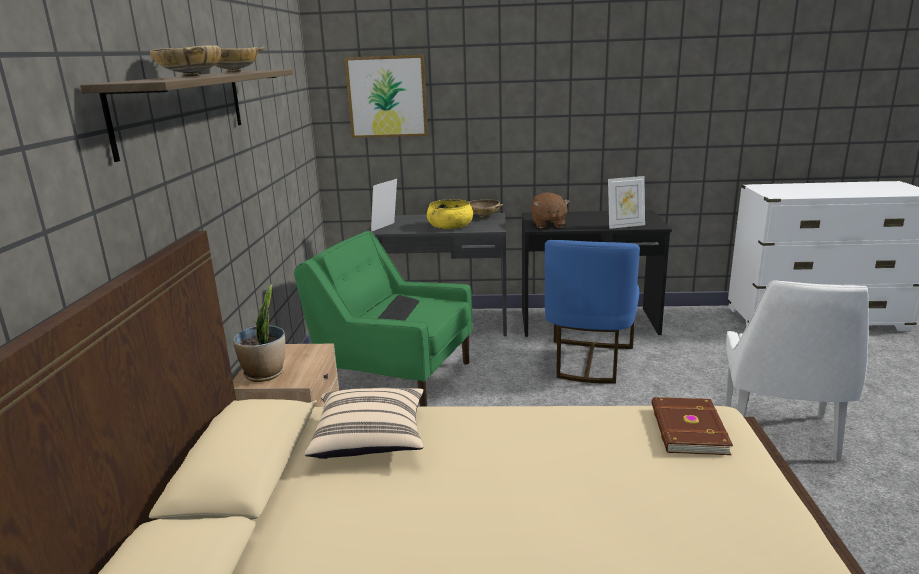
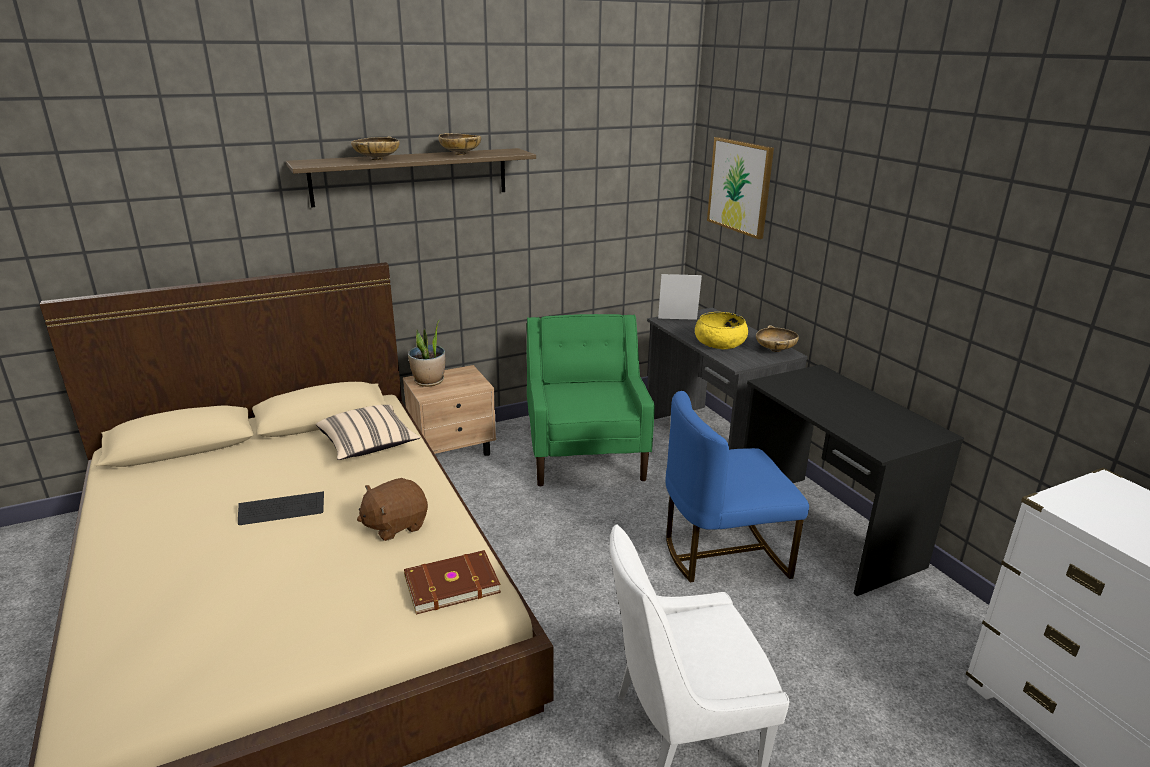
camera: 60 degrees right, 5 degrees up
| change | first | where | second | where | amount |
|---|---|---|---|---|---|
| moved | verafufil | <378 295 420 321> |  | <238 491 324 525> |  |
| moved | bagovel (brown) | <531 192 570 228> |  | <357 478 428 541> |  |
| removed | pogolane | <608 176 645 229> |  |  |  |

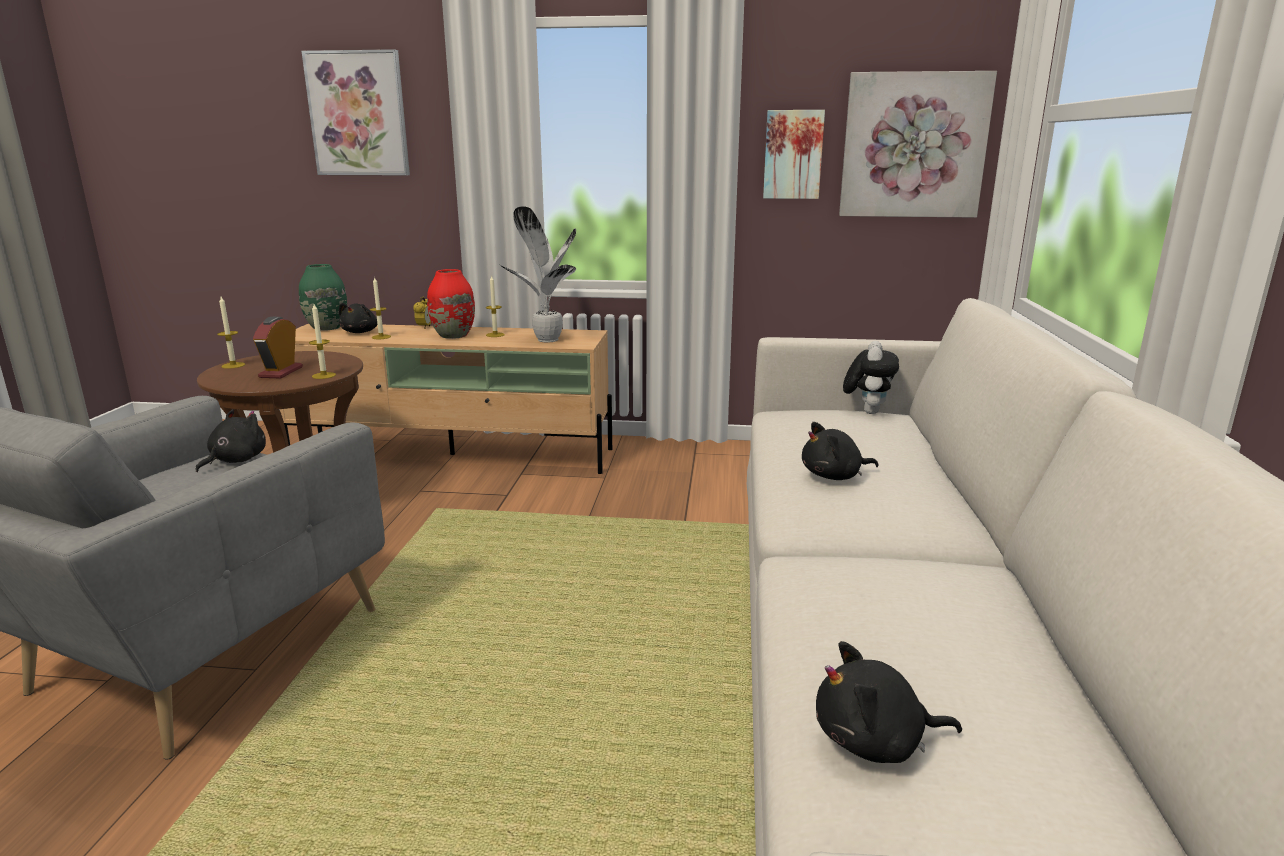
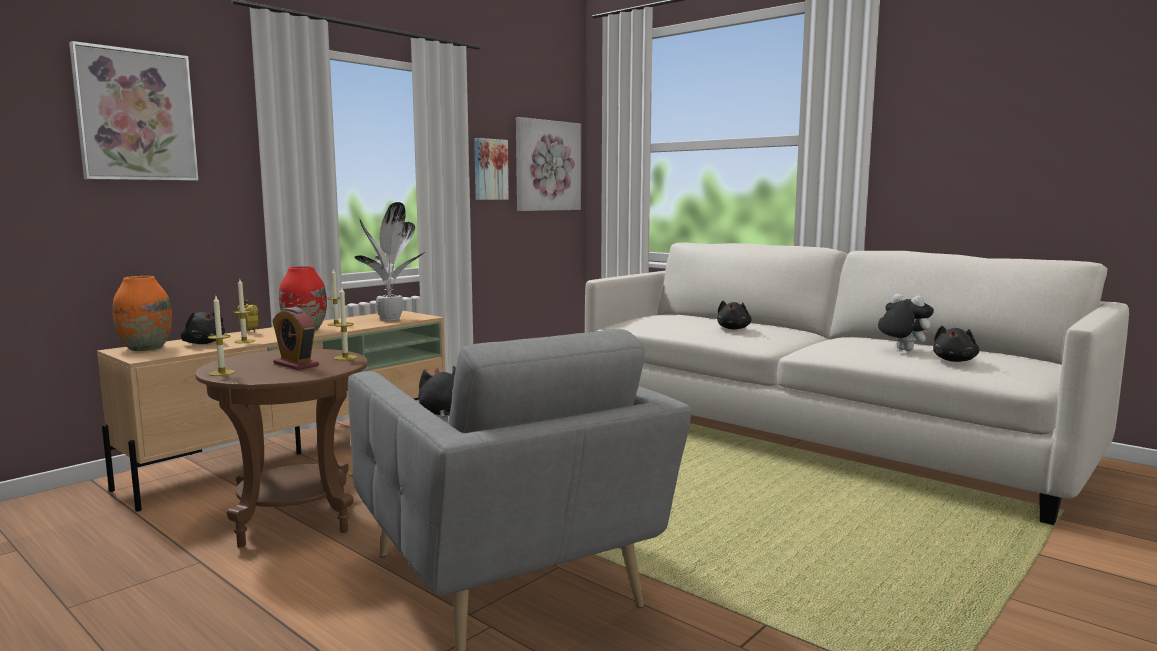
camera: 55 degrees left, 10 degrees down
| change | first | where | second | where | amount |
|---|---|---|---|---|---|
| recoloured | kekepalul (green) | <299 264 347 331> | kekepalul (orange) | <113 276 172 351> |  |
| moved | bagovel | <843 341 899 414> |  | <878 294 934 351> |  |

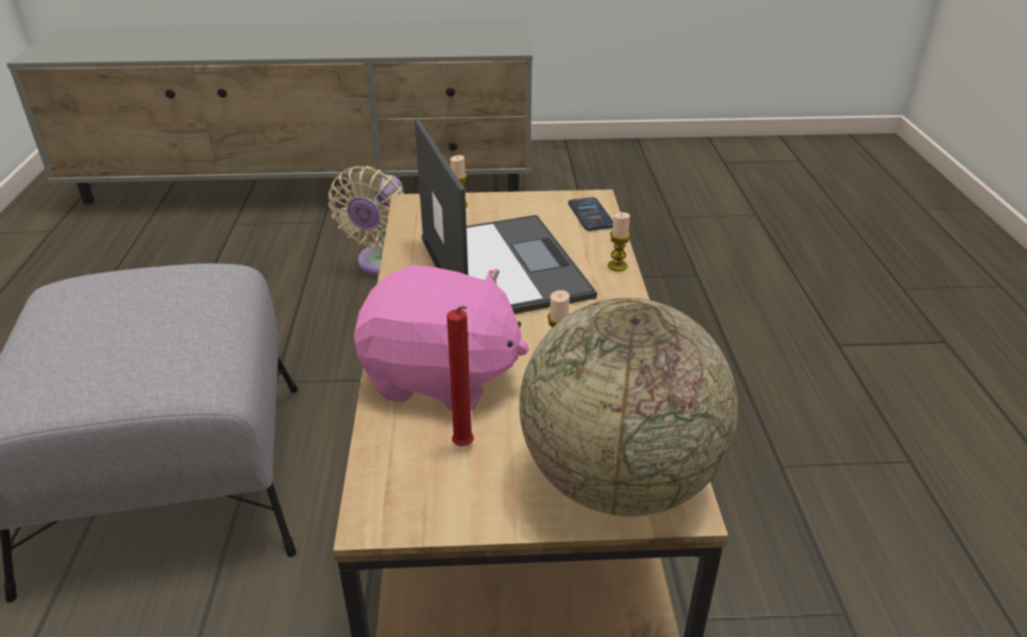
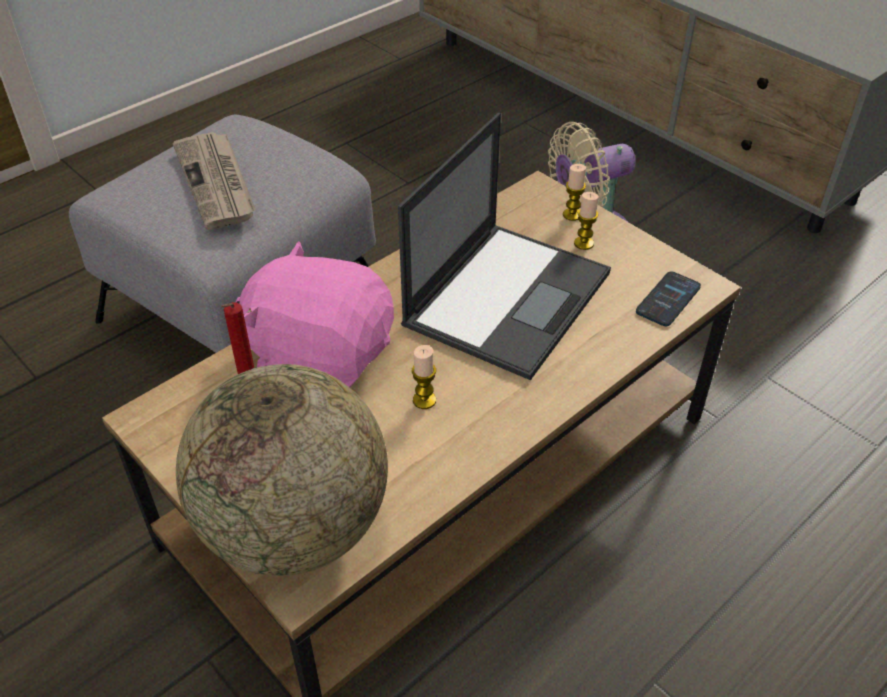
camera: 50 degrees right, 10 degrees up
| change | first | where | second | where | amount |
|---|---|---|---|---|---|
| turned | bagovel (pink) | <354 265 529 411> |  | <236 241 394 387> | 135 degrees clockwise |
| moved | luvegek | <608 212 630 271> |  | <574 192 599 250> |  |
| added |  |  | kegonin | <173 132 256 230> |  |

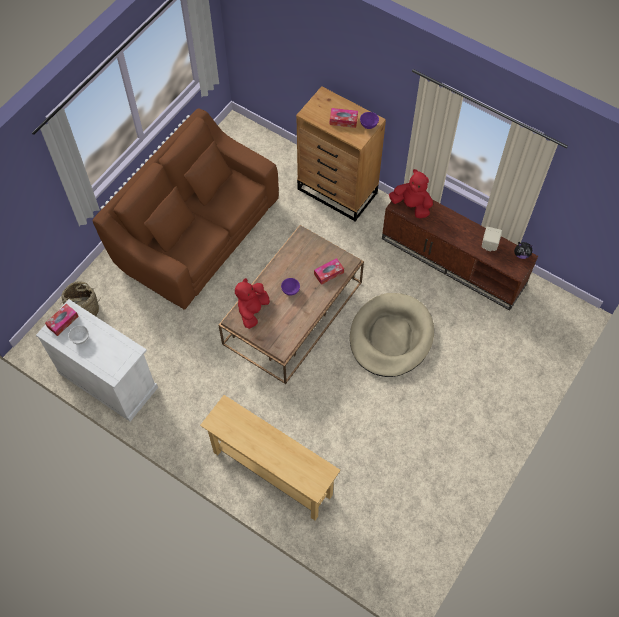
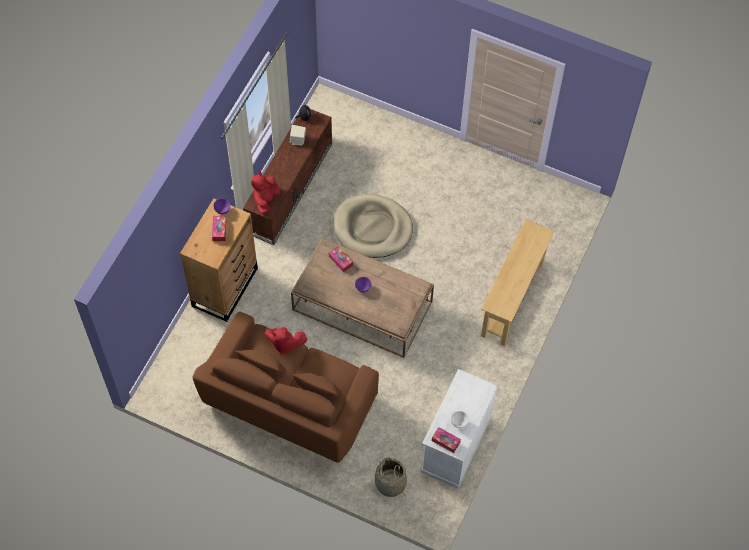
camera: 100 degrees left, 0 degrees up
| change | first | where | second | where | amount |
|---|---|---|---|---|---|
| moved | bagovel (red) | <235 278 270 329> |  | <265 327 307 355> |  |

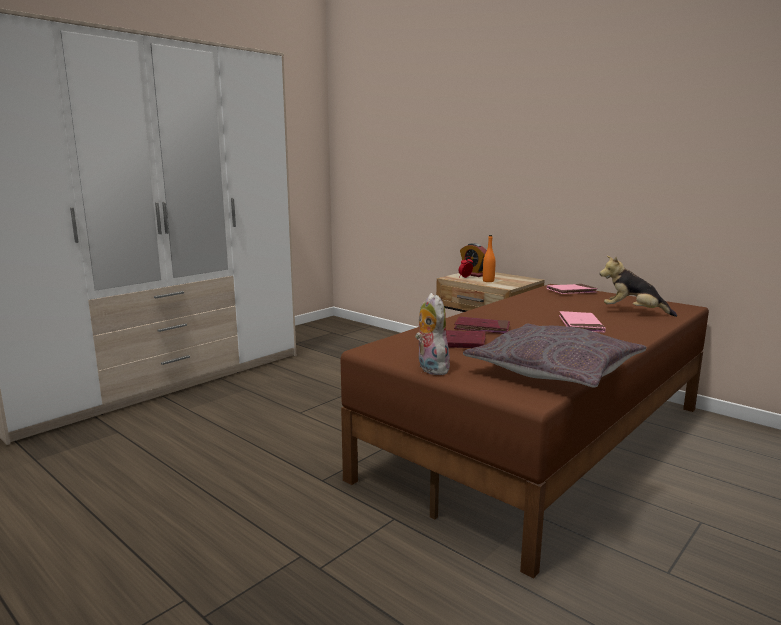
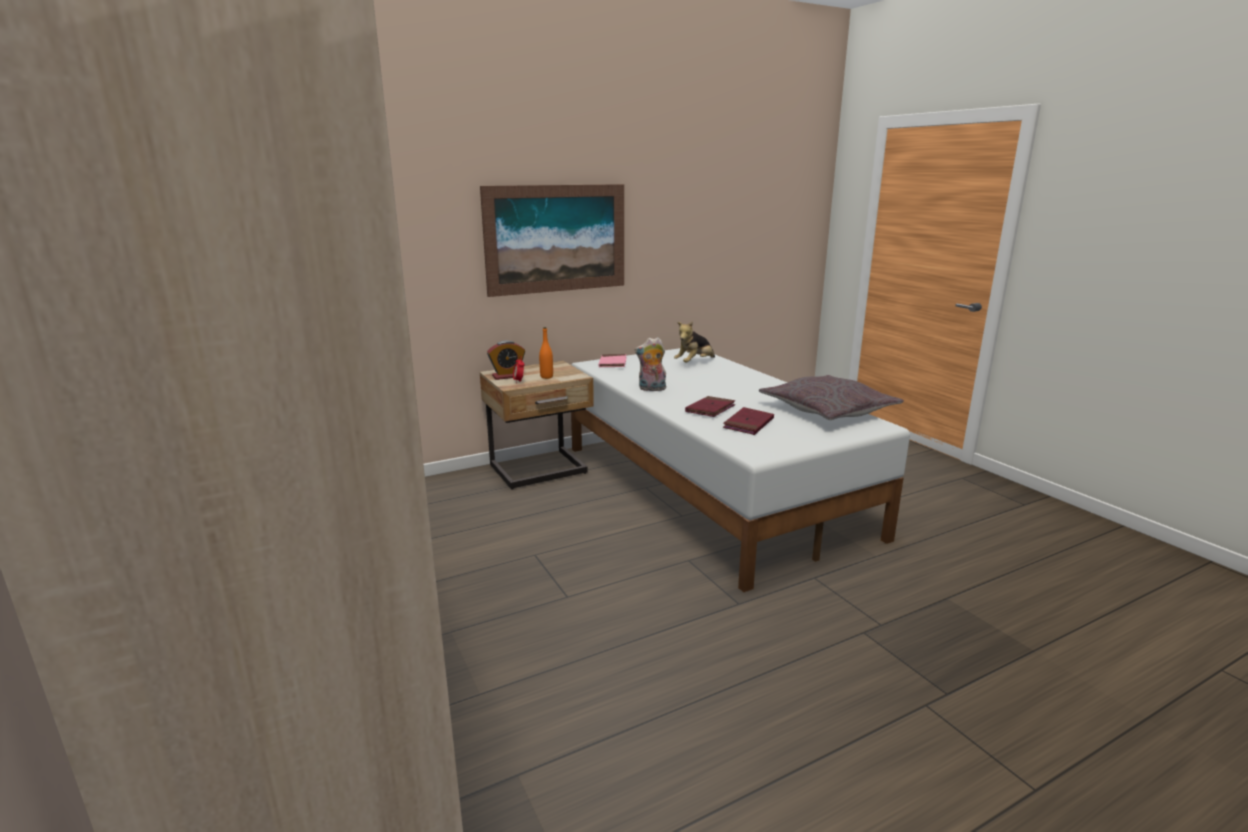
camera: 70 degrees left, 5 degrees up
| change | first | where | second | where | amount |
|---|---|---|---|---|---|
| recoloured | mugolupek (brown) | <341 284 709 579> | mugolupek (white) | <571 348 910 592> |  |
| moved | bagovel | <415 293 450 375> |  | <635 337 666 391> |  |
| removed | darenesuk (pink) | <559 311 606 333> |  |  |  |
| added |  |  | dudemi | <480 184 624 297> |  |

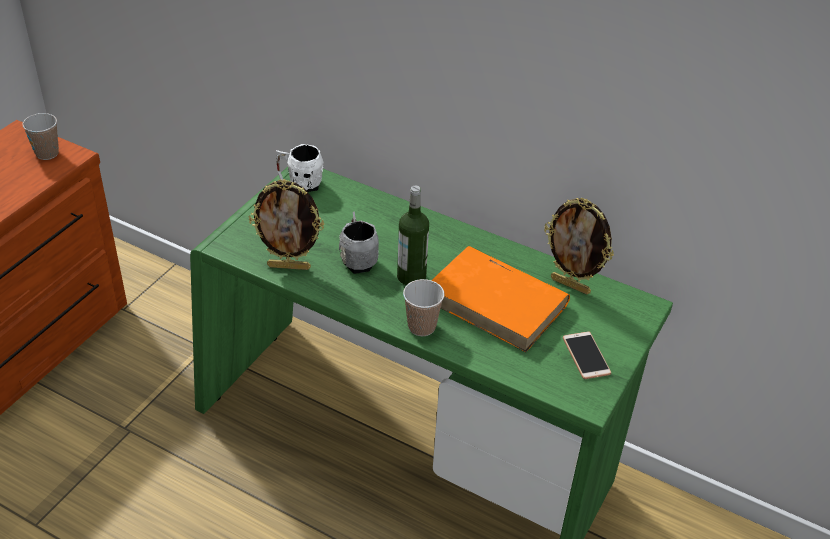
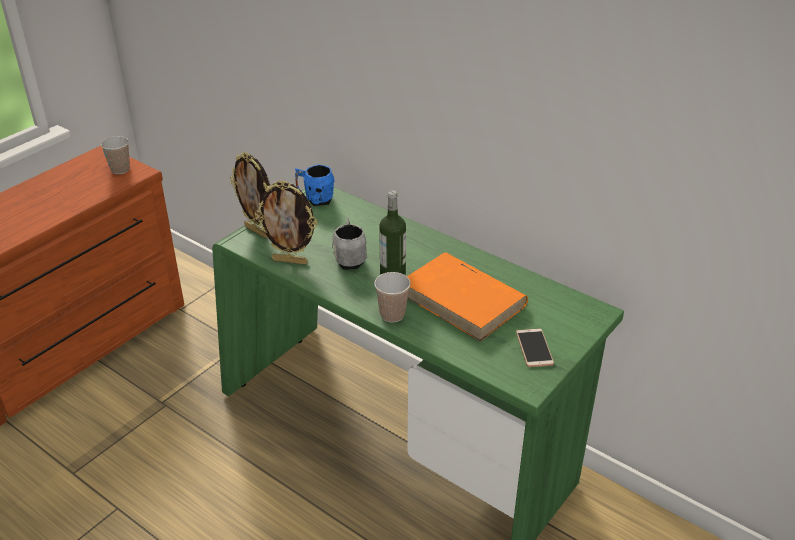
camera: 10 degrees right, 5 degrees down
| change | first | where | second | where | amount |
|---|---|---|---|---|---|
| recoloured | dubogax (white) | <276 144 324 192> | dubogax (blue) | <295 164 334 206> |  |
| moved | pogolane | <544 198 614 295> |  | <230 152 270 239> |  |

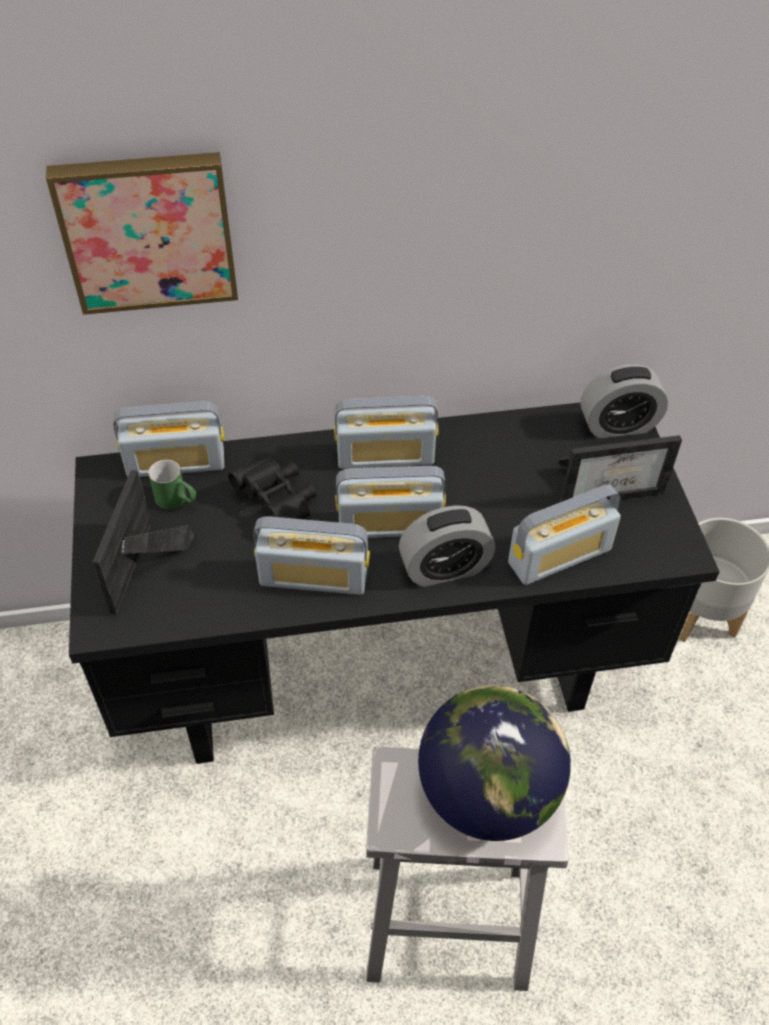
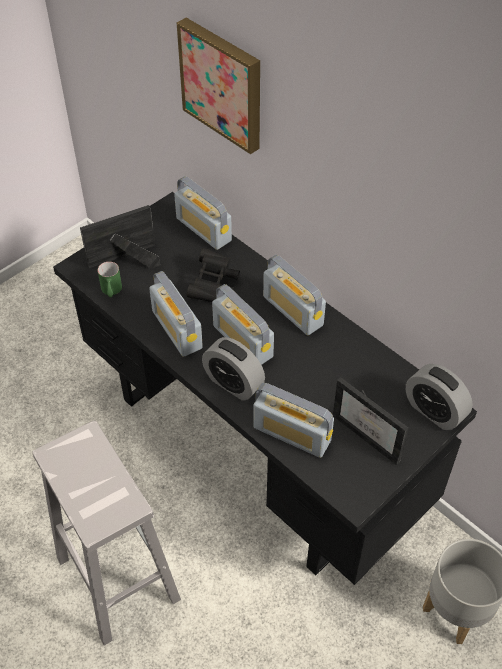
camera: 55 degrees right, 0 degrees up
| change | first | where | second | where | amount |
|---|---|---|---|---|---|
| moved | dubogax (green) | <148 460 196 509> |  | <98 262 122 297> |  |
| removed | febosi | <418 685 571 841> |  |  |  |

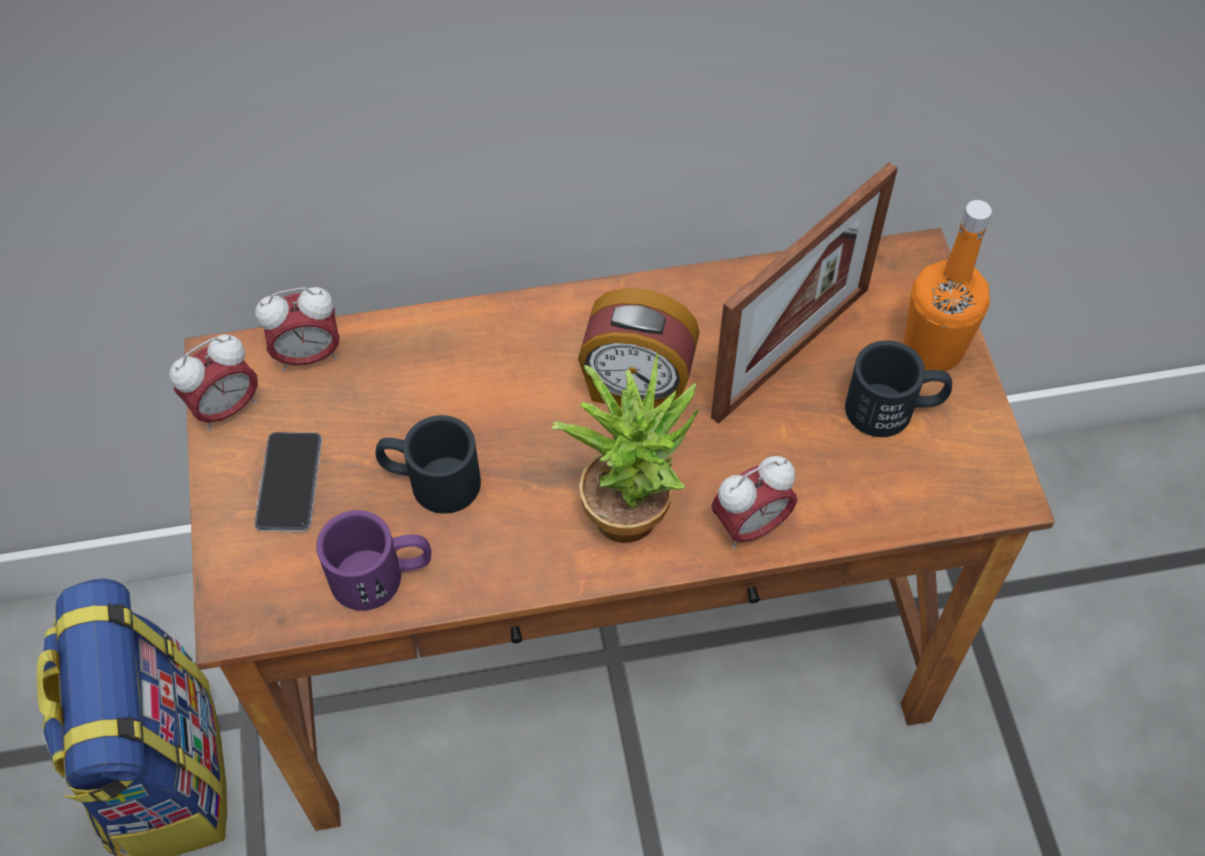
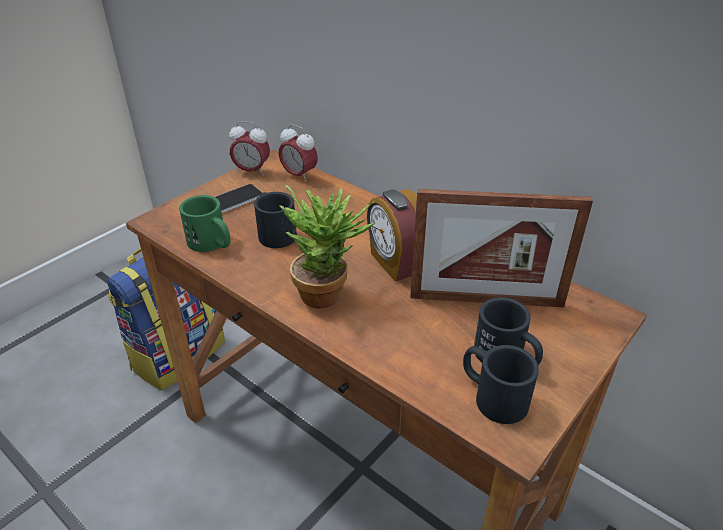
camera: 50 degrees right, 20 degrees down
| change | first | where | second | where | amount |
|---|---|---|---|---|---|
| recoloured | dubogax (purple) | <316 510 431 611> | dubogax (green) | <179 195 231 252> |  |
| removed | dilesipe | <711 456 797 549> |  |  |  |
| removed | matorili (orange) | <904 200 992 371> |  |  |  |
| added |  |  | dubogax (black) | <463 345 539 424> |  |

